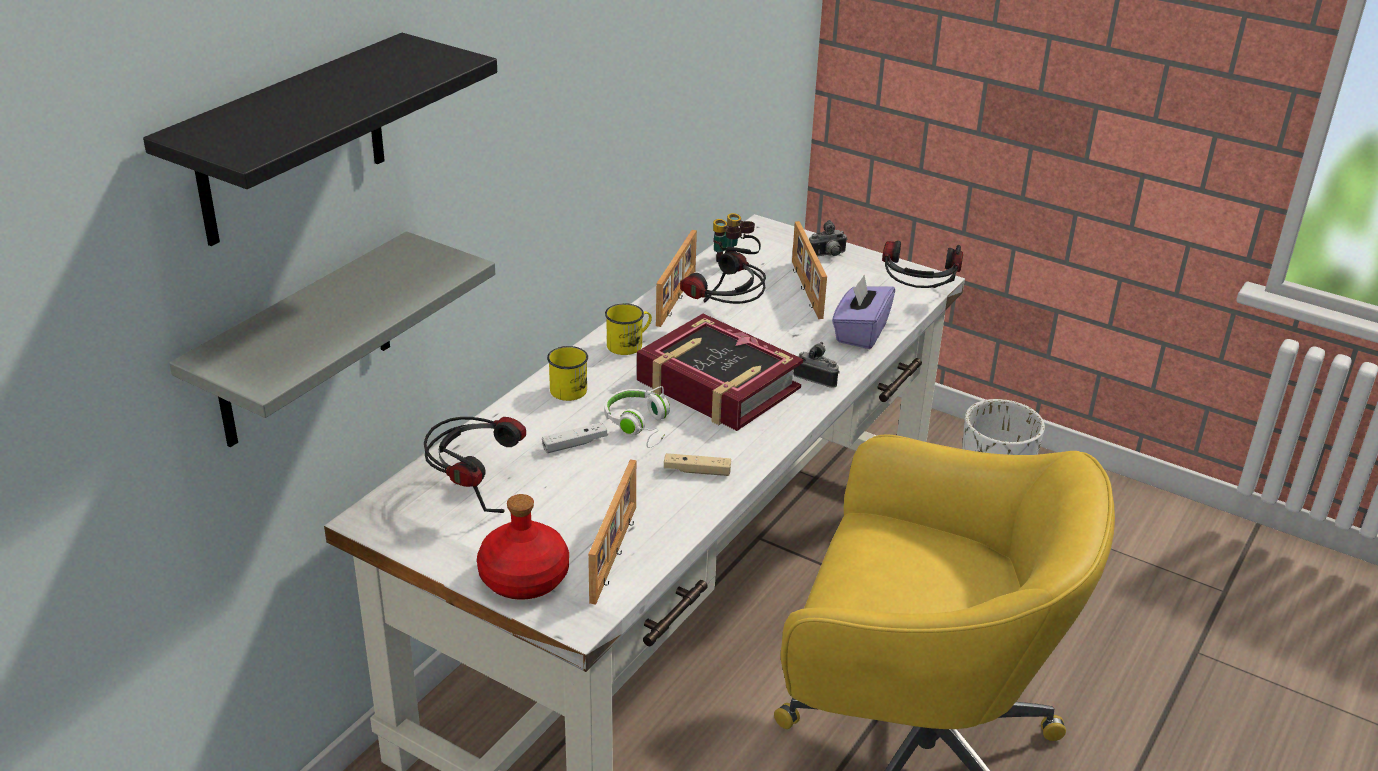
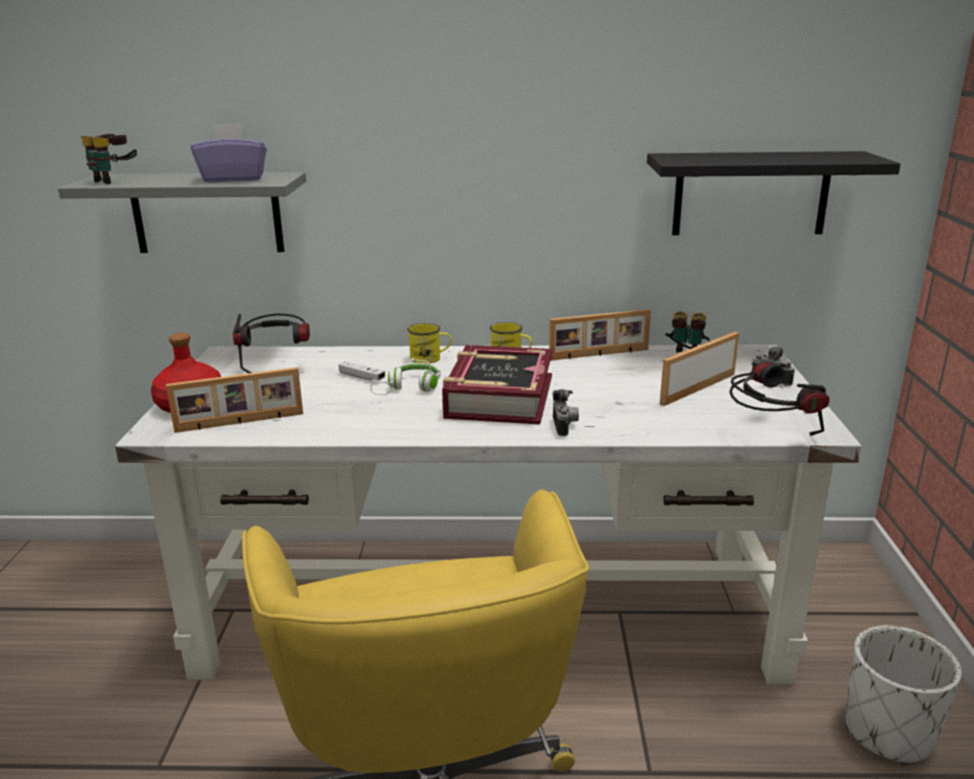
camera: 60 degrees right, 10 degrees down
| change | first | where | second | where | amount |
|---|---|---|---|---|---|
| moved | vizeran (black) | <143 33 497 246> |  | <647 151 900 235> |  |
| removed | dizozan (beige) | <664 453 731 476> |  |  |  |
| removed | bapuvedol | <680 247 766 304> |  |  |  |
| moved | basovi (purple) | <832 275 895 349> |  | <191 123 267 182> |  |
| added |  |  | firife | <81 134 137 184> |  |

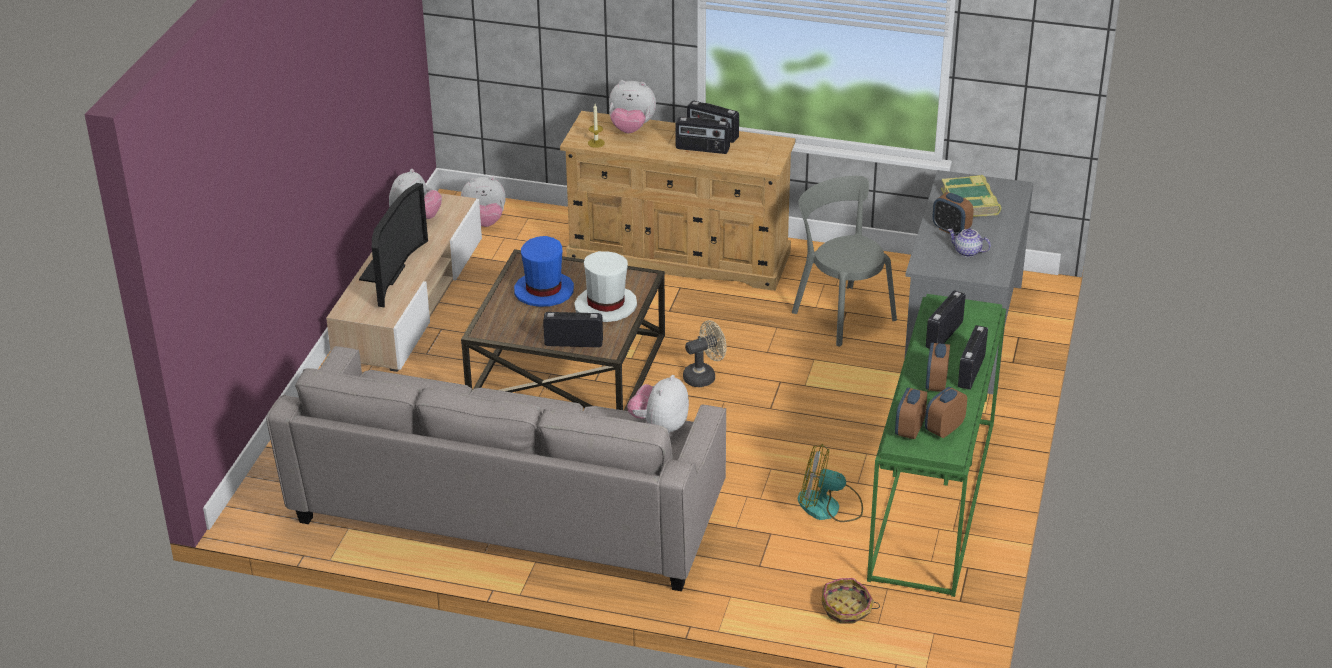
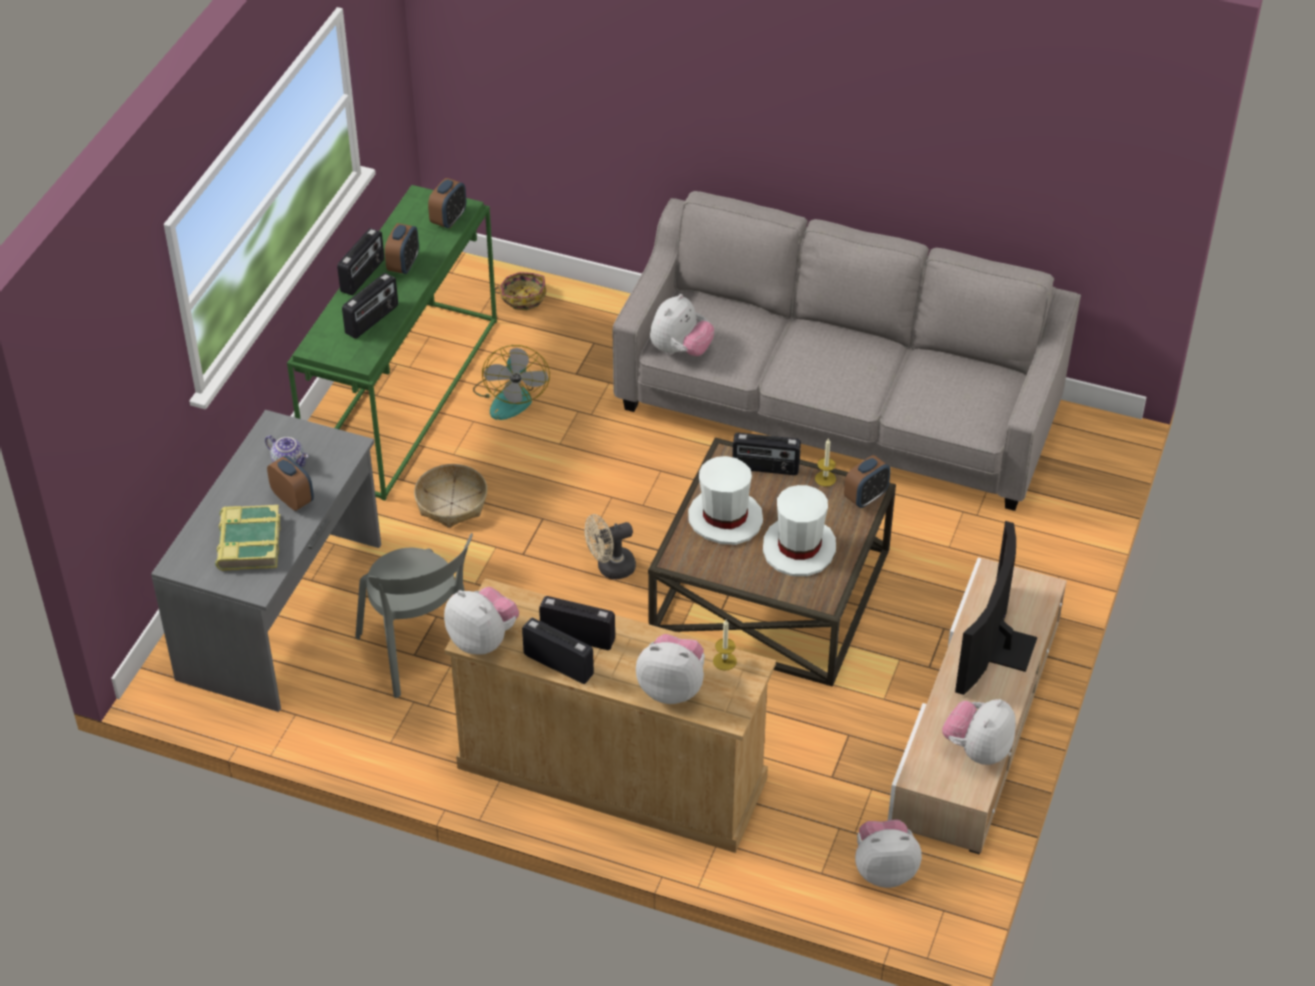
camera: 175 degrees left, 10 degrees up
| change | first | where | second | where | amount |
|---|---|---|---|---|---|
| recoloured | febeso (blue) | <514 236 574 307> | febeso (white) | <763 485 836 576> |  |
| turned | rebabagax | <798 444 863 522> |  | <473 345 550 420> | 75 degrees clockwise |
| moved | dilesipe | <925 387 967 438> |  | <844 455 890 508> |  |
| added |  |  | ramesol | <414 464 487 528> |  |
| added |  |  | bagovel | <444 587 519 655> |  |
| added |  |  | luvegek | <815 438 836 487> |  |

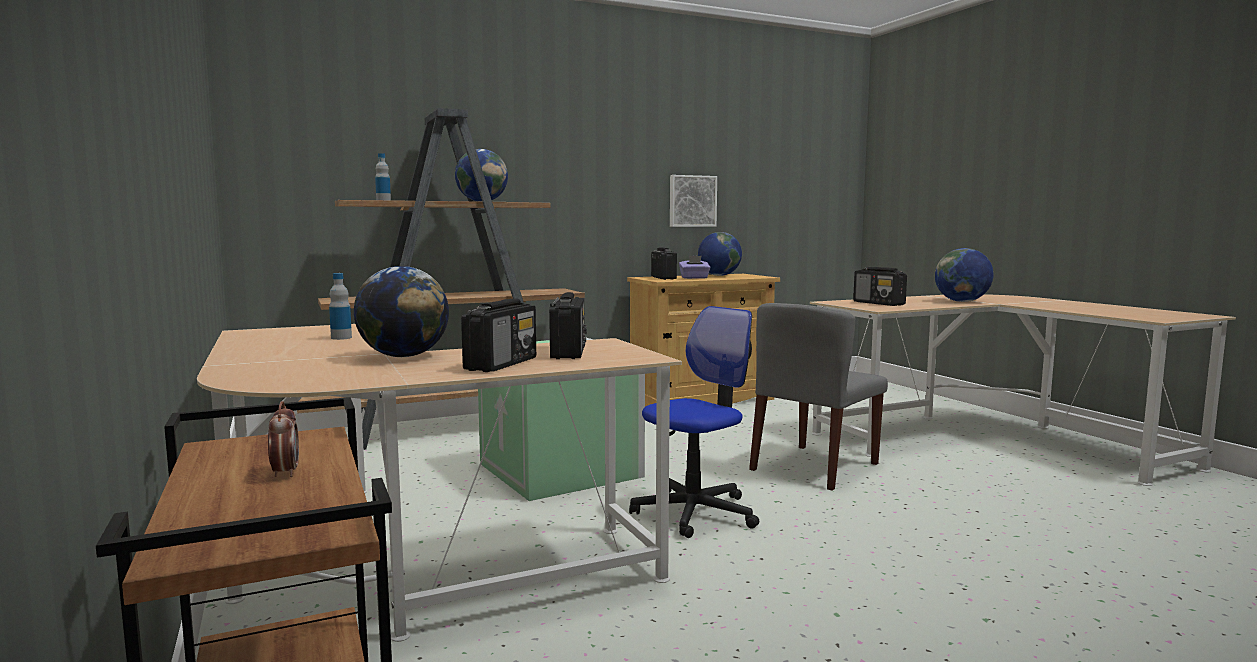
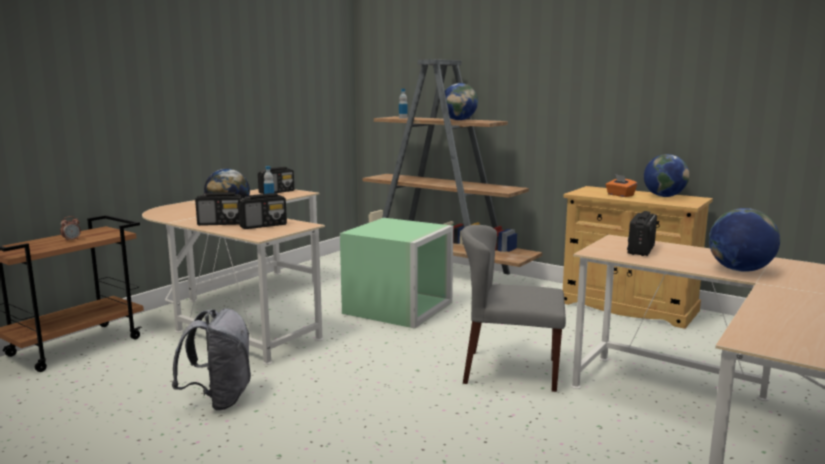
camera: 60 degrees right, 5 degrees up
| change | first | where | second | where | amount |
|---|---|---|---|---|---|
| removed | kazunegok | <629 306 760 538> |  |  |  |
| moved | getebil | <651 247 677 280> |  | <258 167 294 194> |  |
| removed | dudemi | <670 175 717 227> |  |  |  |
| recoloured | basovi (purple) | <679 256 711 279> | basovi (orange) | <606 175 637 197> |  |
| added |  |  | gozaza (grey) | <172 308 251 411> |  |

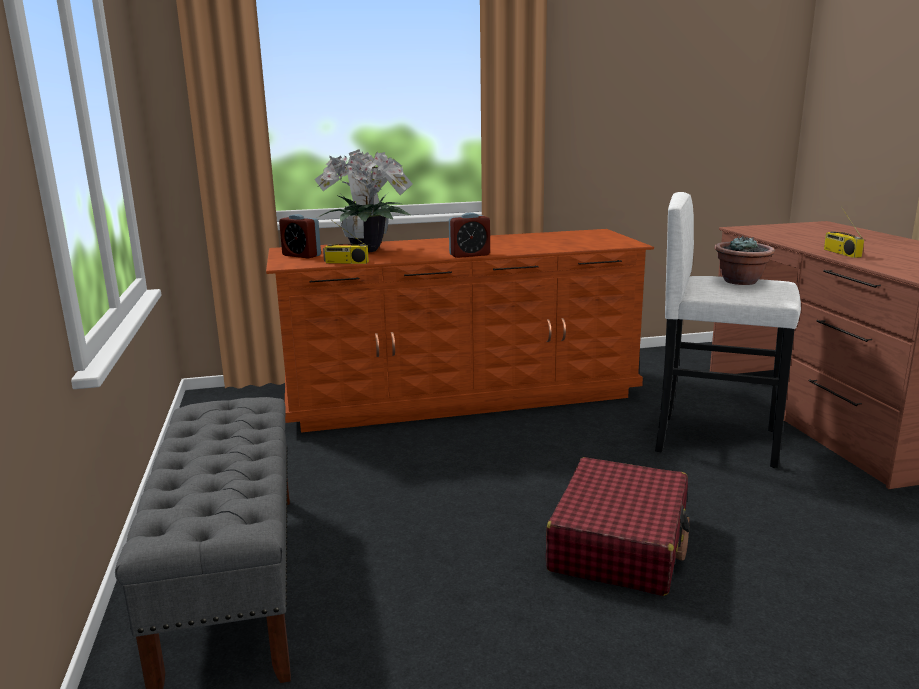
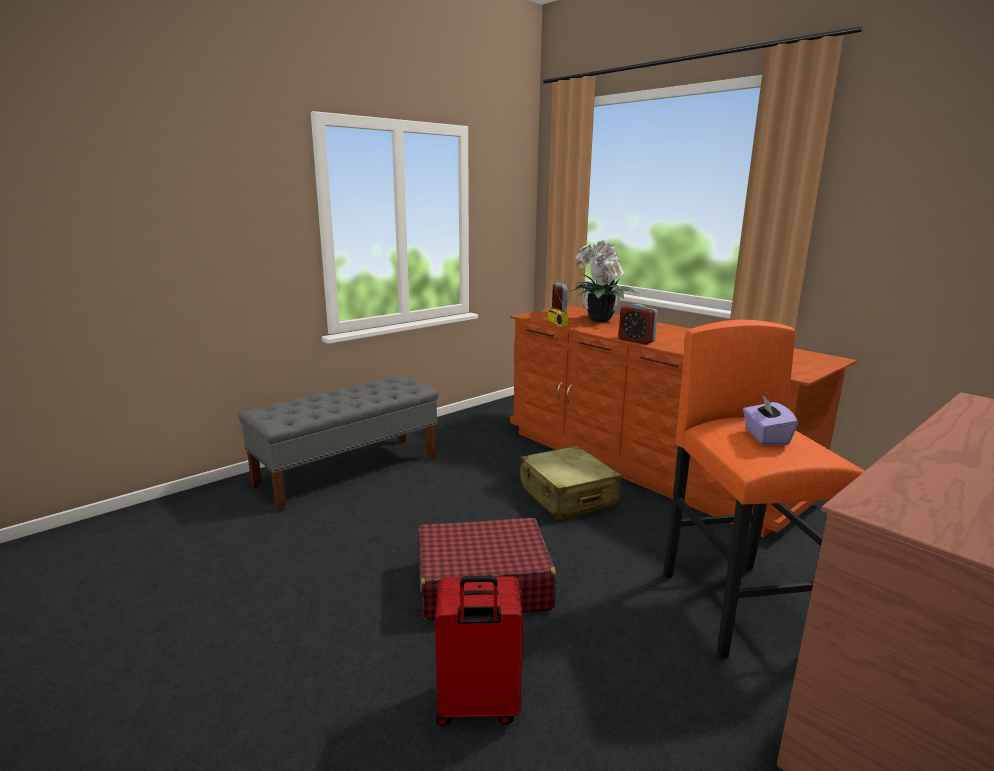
camera: 60 degrees right, 0 degrees up
| change | first | where | second | where | amount |
|---|---|---|---|---|---|
| recoloured | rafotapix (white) | <655 192 801 468> | rafotapix (orange) | <663 320 864 659> |  |
| replaced | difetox | <714 236 775 285> | basovi (purple) | <743 394 798 445> |  |
| removed | getebil | <824 206 864 258> |  |  |  |
| added |  |  | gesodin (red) | <435 576 523 726> |  |
| added |  |  | gesodin (beige) | <520 446 622 520> |  |

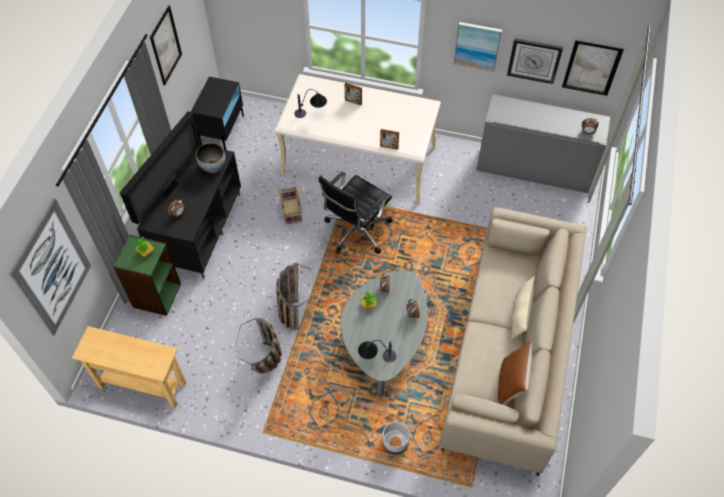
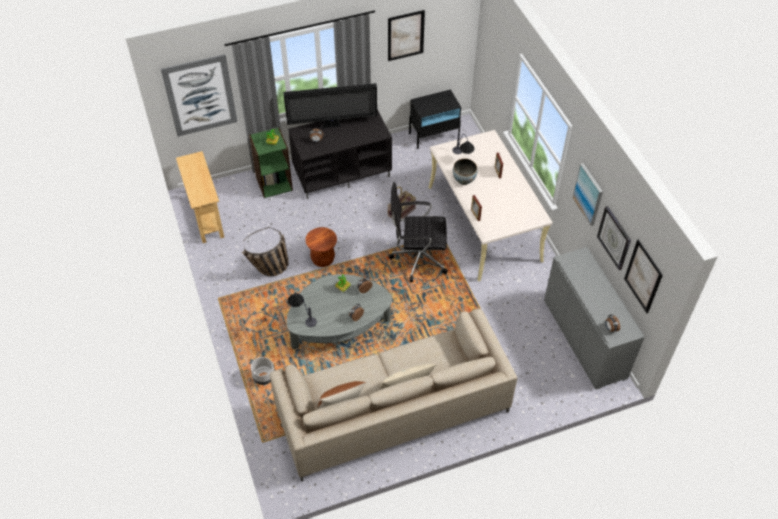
camera: 55 degrees right, 5 degrees down
| change | first | where | second | where | amount |
|---|---|---|---|---|---|
| moved | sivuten | <196 143 226 173> |  | <453 159 477 185> |  |
| replaced | ramesol | <276 263 314 331> | rafotapix (brown) | <305 227 337 267> |  |

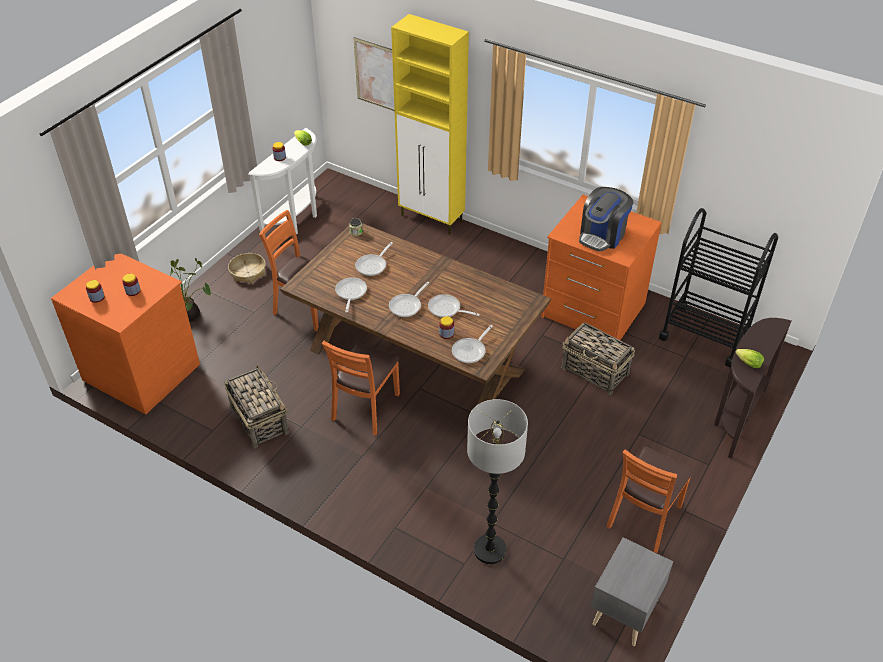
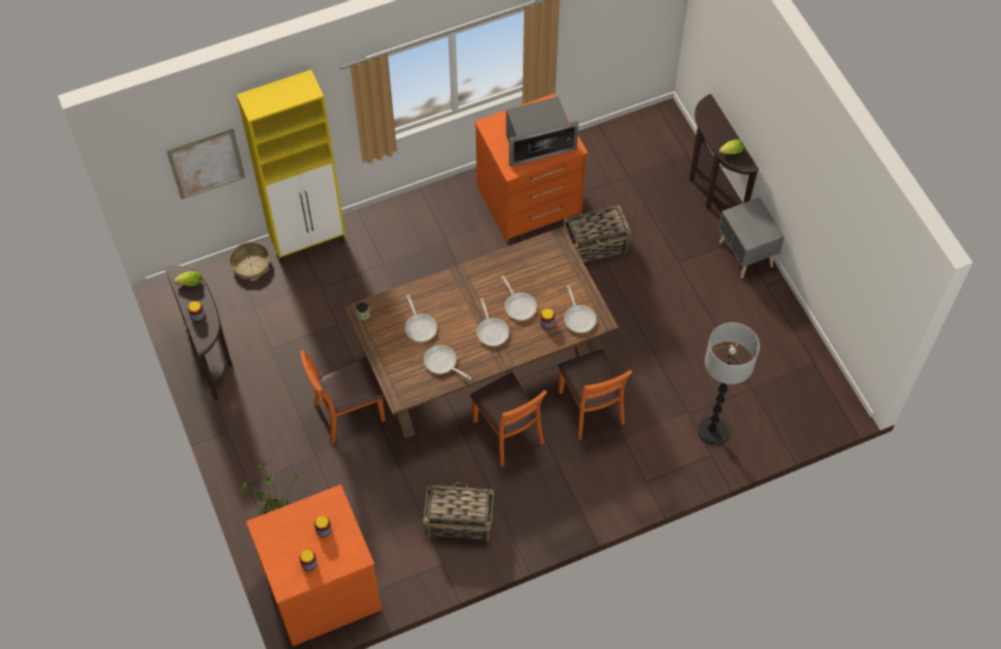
camera: 55 degrees left, 15 degrees up
| change | first | where | second | where | amount |
|---|---|---|---|---|---|
| moved | ramesol | <228 253 266 283> |  | <229 242 270 280> |  |
| recoloured | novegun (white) | <248 128 317 237> | novegun (brown) | <165 266 233 400> |  |
| turned | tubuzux | <428 294 480 318> |  | <502 276 537 320> | 90 degrees counterclockwise |
| replaced | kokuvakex | <579 187 634 252> | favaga | <506 97 579 167> |  |
| moved | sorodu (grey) | <591 537 673 646> |  | <719 197 785 279> |  |
| moved | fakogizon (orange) | <606 447 694 553> |  | <558 349 632 440> |  |
| removed | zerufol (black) | <659 208 778 367> |  |  |  |

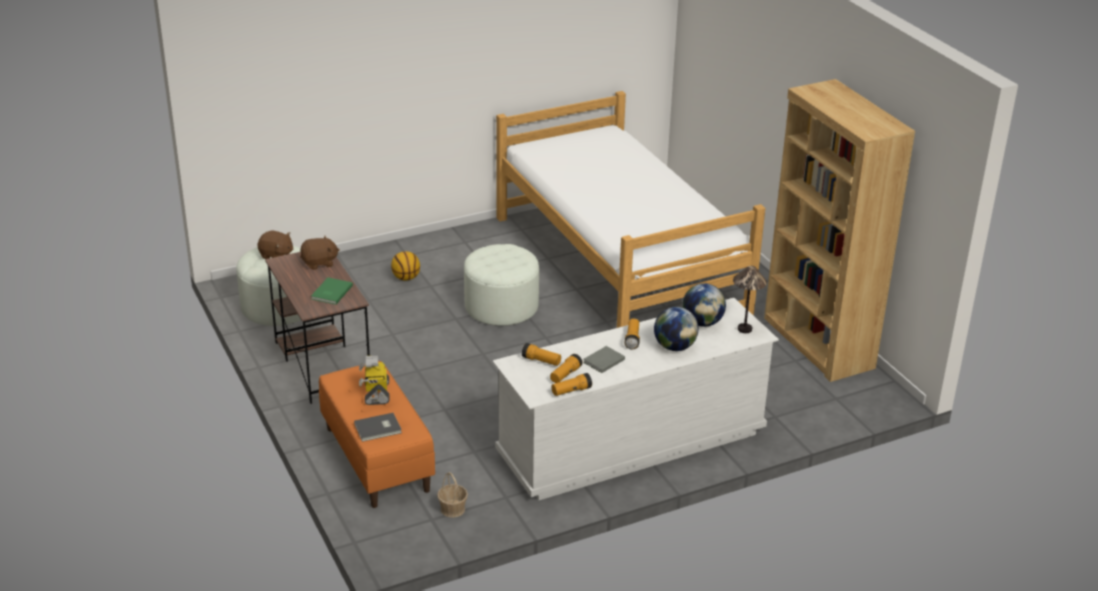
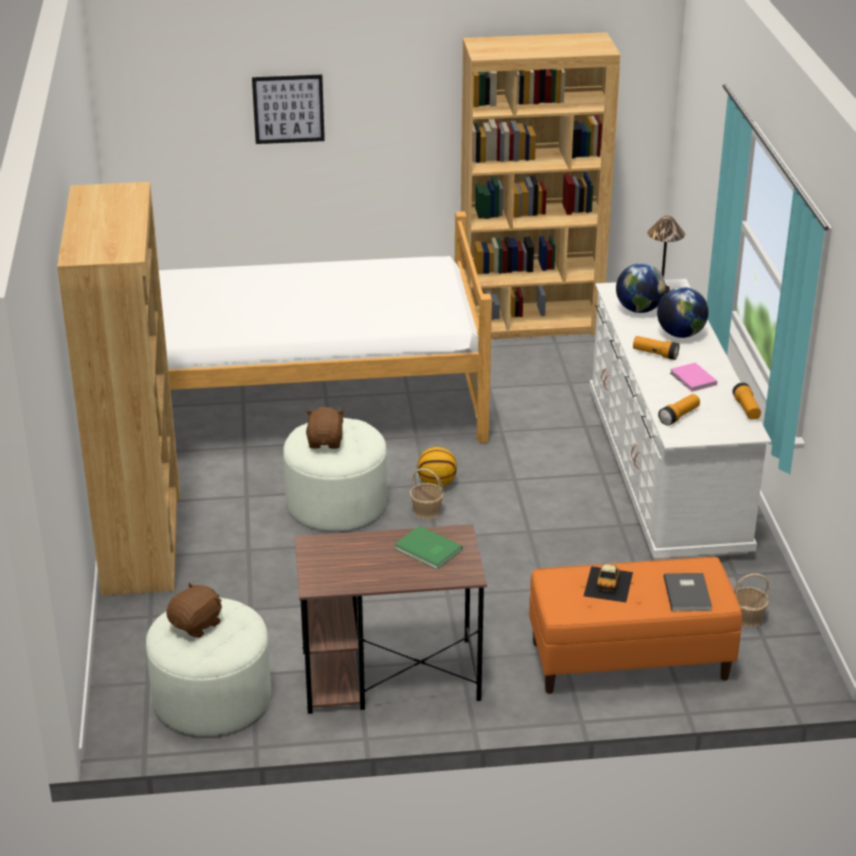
camera: 70 degrees left, 0 degrees up
| change | first | where | second | where | amount |
|---|---|---|---|---|---|
| moved | bagovel (brown) | <300 236 340 270> |  | <306 407 345 449> |  |
| replaced | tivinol | <359 356 390 405> | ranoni | <584 564 633 603> |  |
| moved | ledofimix | <391 251 420 281> |  | <417 447 457 487> |  |
| removed | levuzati | <550 354 583 383> |  |  |  |
| recoloured | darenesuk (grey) | <583 346 625 373> | darenesuk (pink) | <670 363 717 392> |  |
| added |  |  | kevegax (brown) | <57 182 180 596> |  |
| added |  |  | dudemi | <252 74 325 144> |  |
| added |  |  | ramesol | <410 468 444 519> |  |

